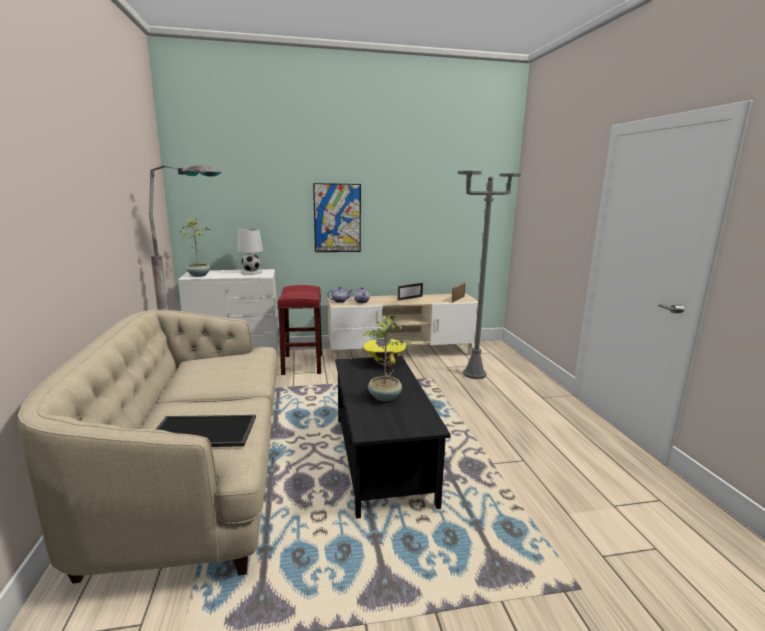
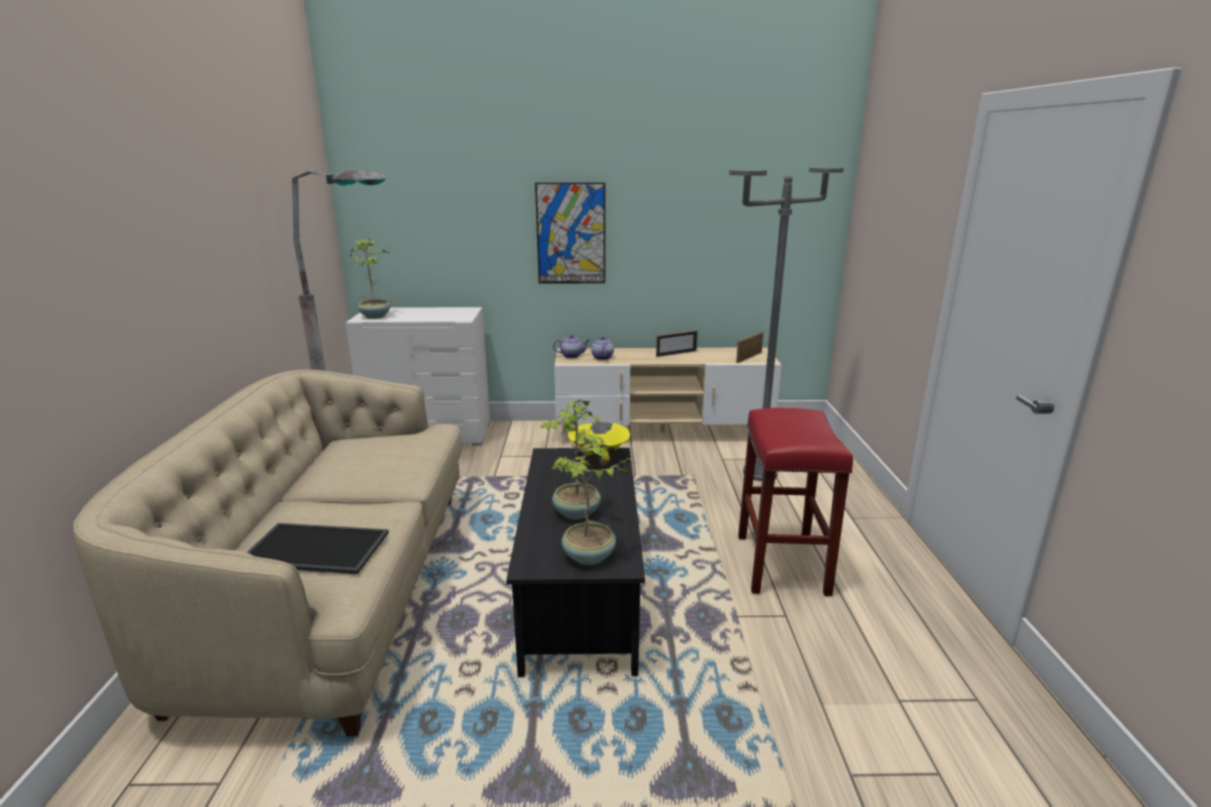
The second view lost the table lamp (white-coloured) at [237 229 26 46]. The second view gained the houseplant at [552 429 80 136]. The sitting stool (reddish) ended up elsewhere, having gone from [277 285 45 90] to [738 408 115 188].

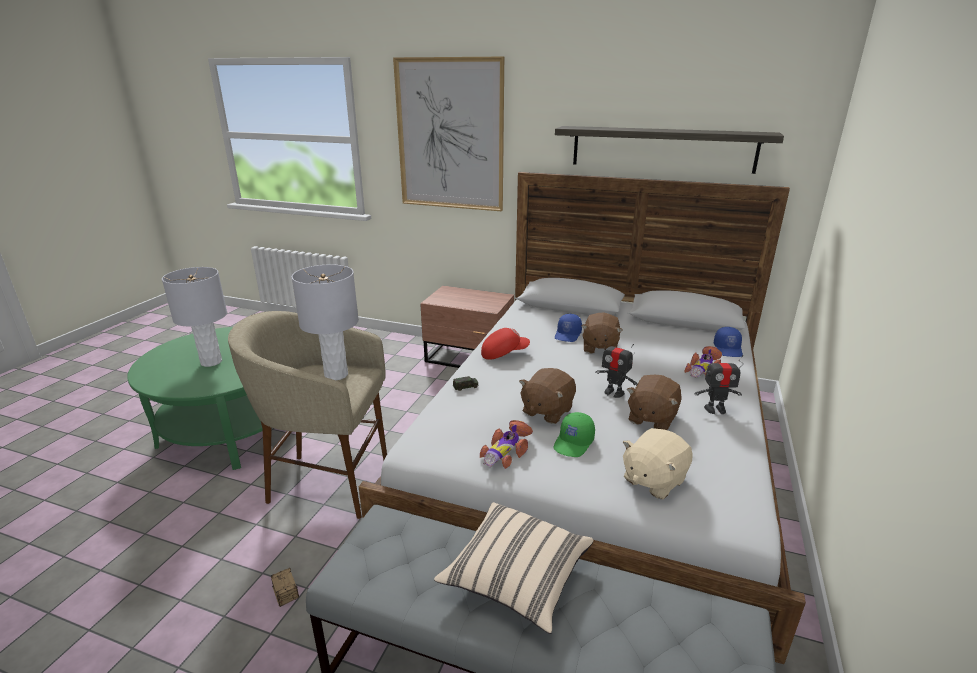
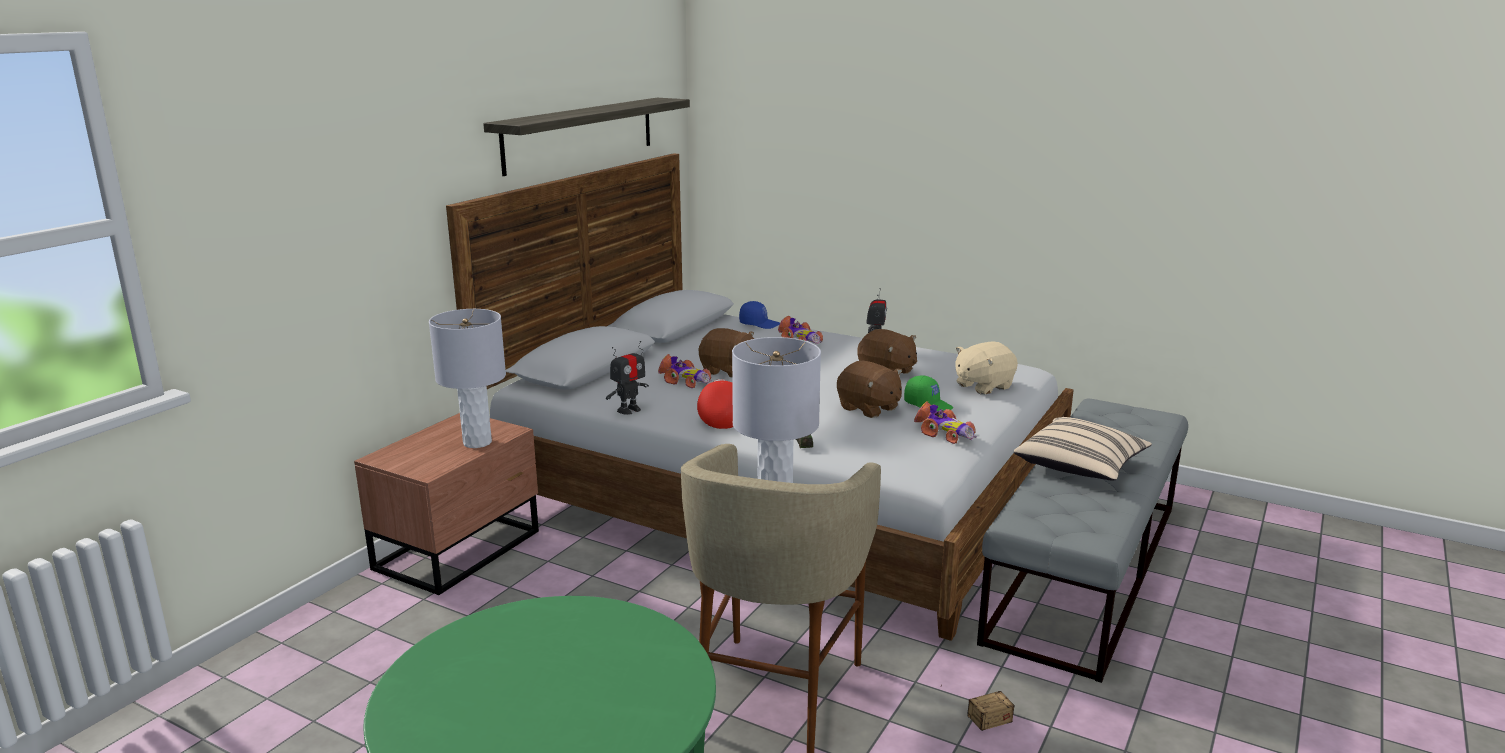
The second view lost the picture at [393 57 111 154]. The table lamp (grey) ended up elsewhere, having gone from [162 267 65 100] to [429 309 77 139]. The toy robot ended up elsewhere, having gone from [596 335 42 63] to [606 341 43 74]. Where the baseball cap (blue) stood at [555 314 27 28], the miniature car came to stand at [658 354 54 34]. The soft toy (sand-coloured) at [623 428 70 71] ended up facing another way, 90 degrees clockwise from before.

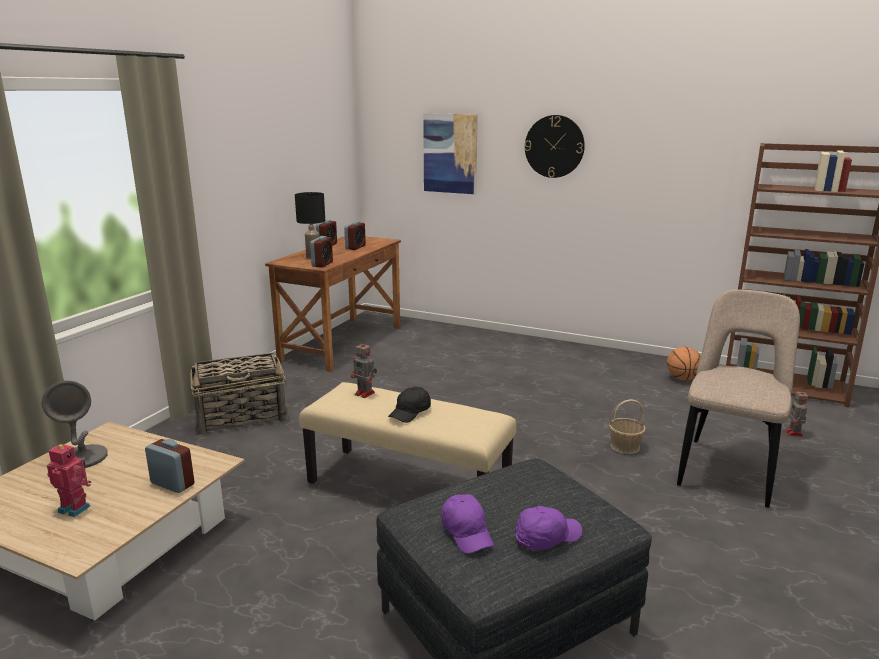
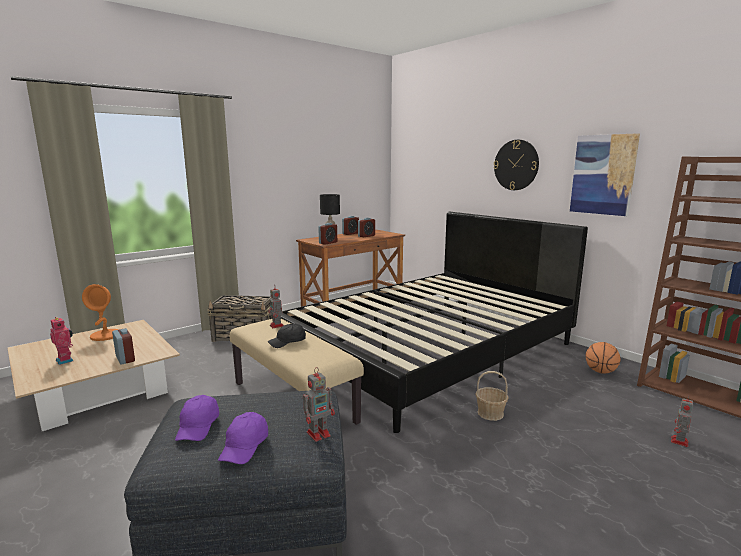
The second view lost the chair (sand-coloured) at [677 289 123 219]. The second view gained the sleeping bed (black-coloured) at [281 212 307 221]. The second view gained the toy robot at [303 367 32 75]. The picture ended up elsewhere, having gone from [423 113 55 81] to [570 133 70 83]. What was the table lamp (grey) at [42 381 66 87] turned into the table lamp (orangey) at [82 284 37 57]. The baseball cap (purplish) at [515 506 67 45] ended up facing another way, 105 degrees clockwise from before.

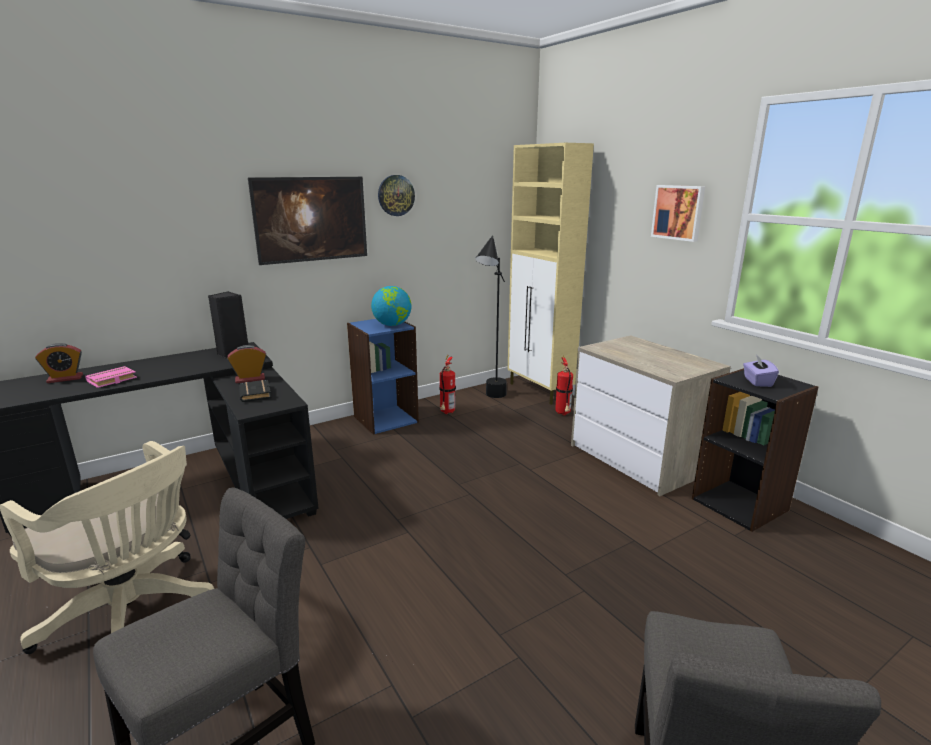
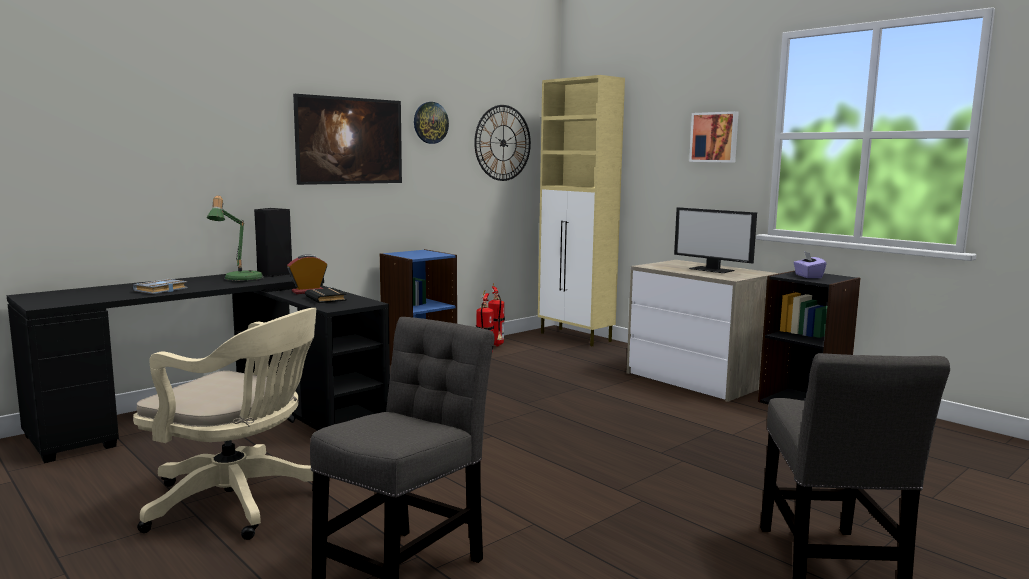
The second view lost the bedside clock at [35 343 48 40]. The second view lost the desk globe at [371 286 41 40]. The second view lost the standing lamp (black-coloured) at [475 236 32 162]. The second view gained the table lamp at [207 195 57 87]. The second view gained the wall clock at [474 105 57 76]. The second view gained the computer screen at [674 207 83 66]. The fire-fighting cylinder ended up elsewhere, having gone from [555 356 18 59] to [488 284 17 62]. What was the volume (pink-coloured) at [86 366 51 22] turned into the volume (grey) at [133 279 55 15].

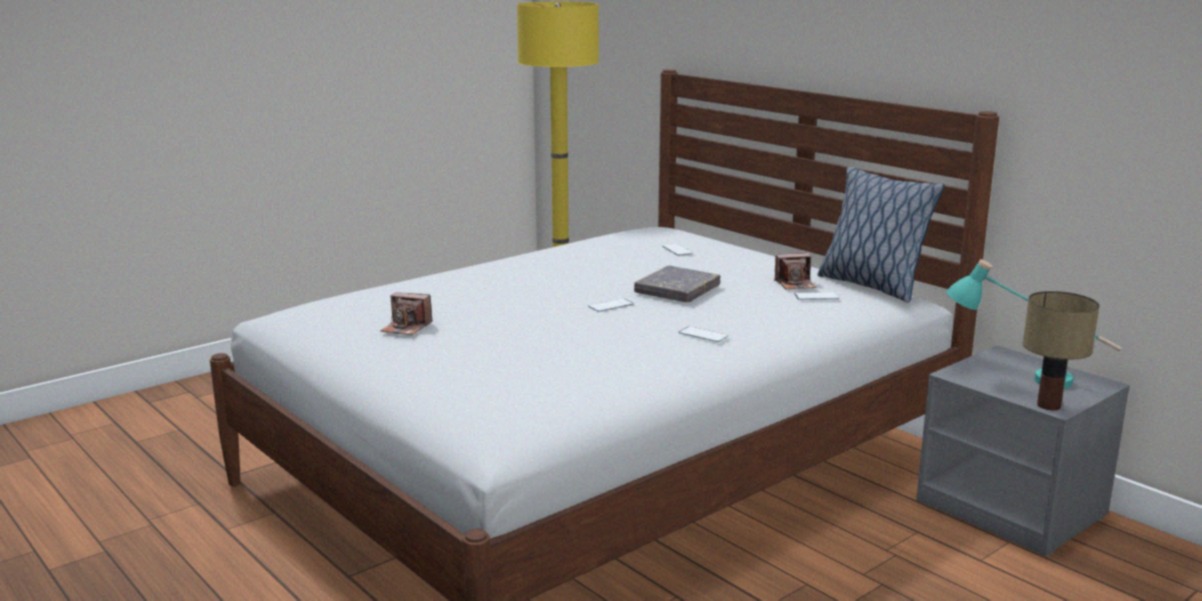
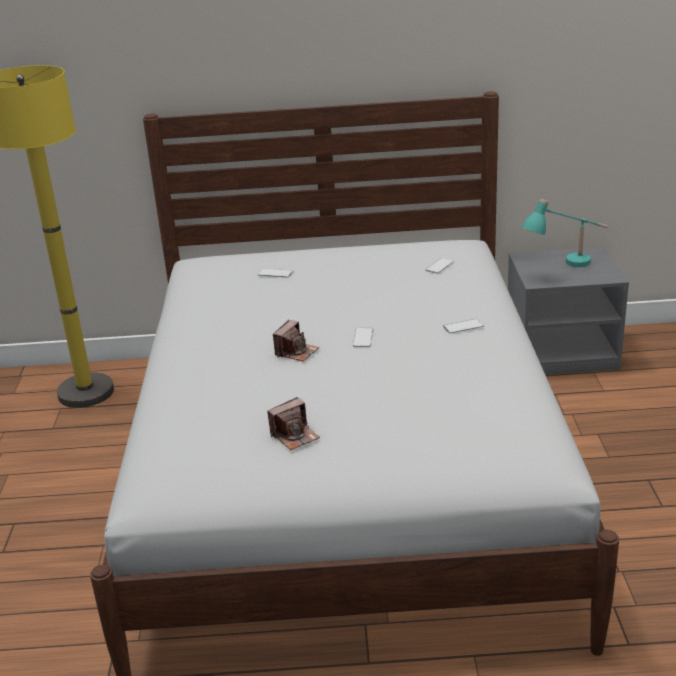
The second view lost the volume (grey) at [634 266 86 36]. The second view lost the cushion at [817 166 128 137]. The second view lost the table lamp at [1023 291 77 119]. The photo camera ended up elsewhere, having gone from [774 253 42 36] to [273 320 46 42].

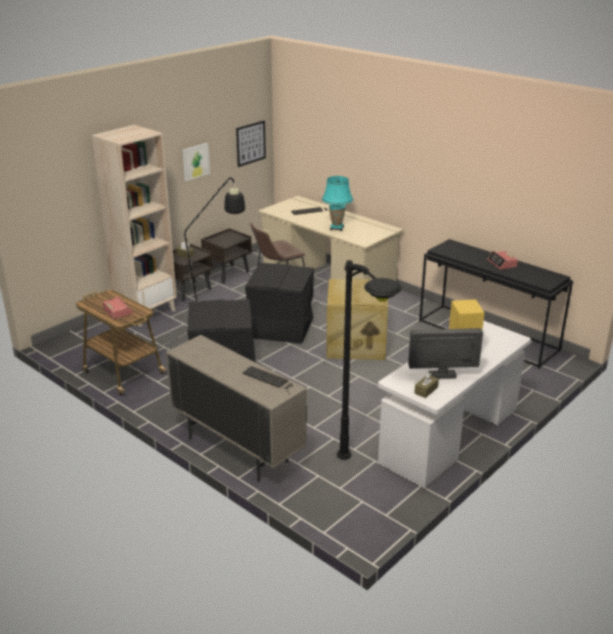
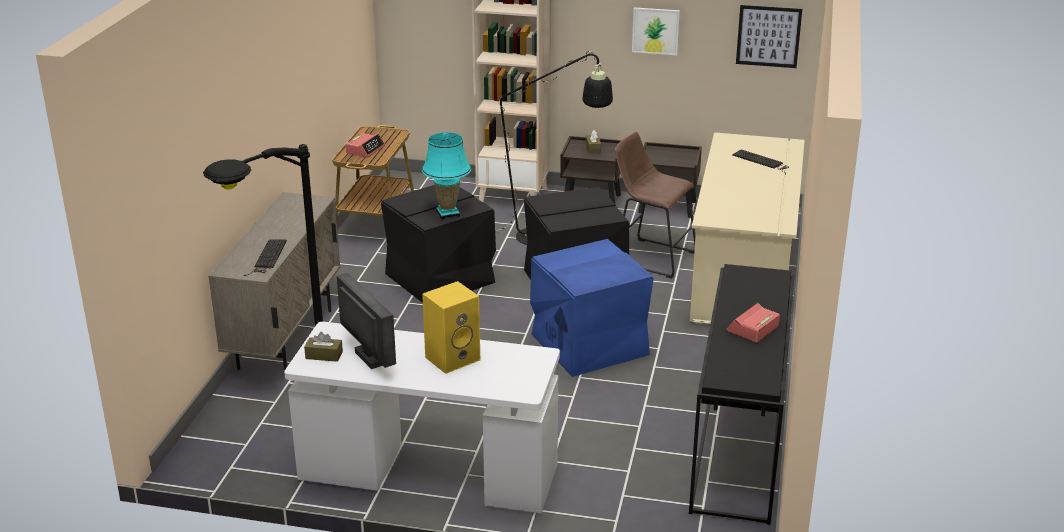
The table lamp (turquoise-coloured) ended up elsewhere, having gone from [322 176 31 55] to [422 132 49 87]. What was the storage container (sand-coloured) at [326 279 62 81] turned into the storage container (blue) at [530 239 124 138].

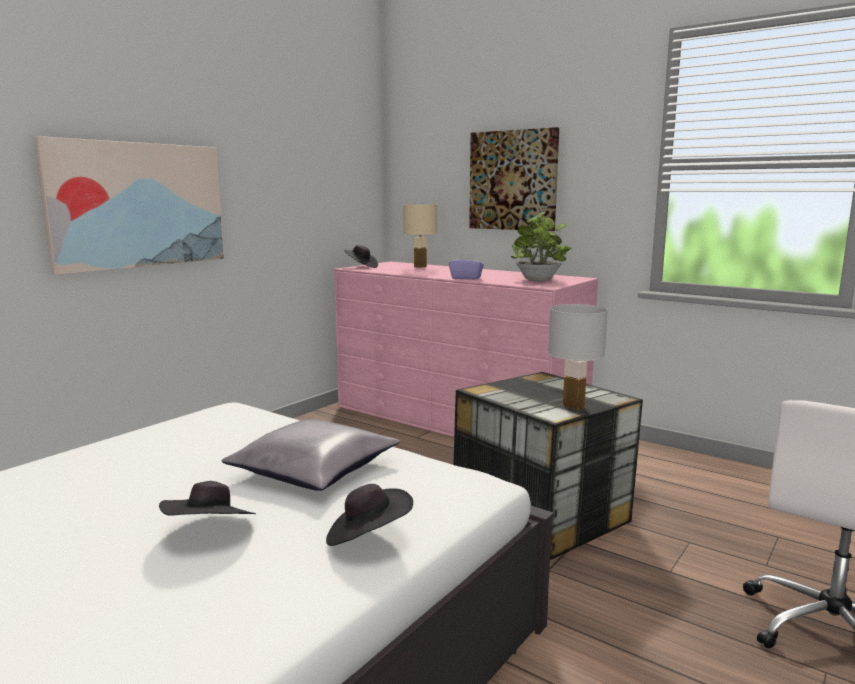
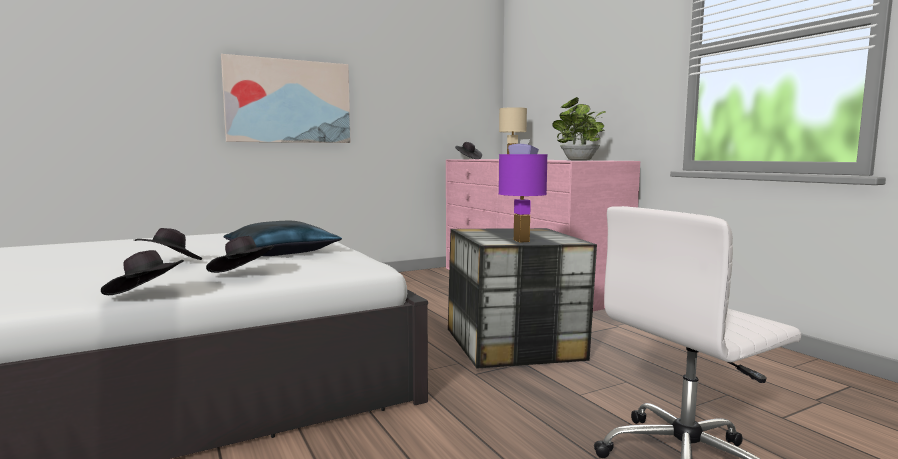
The second view lost the picture at [469 127 90 104]. The second view gained the hat (black-coloured) at [101 250 83 45]. What was the cushion (grey) at [221 419 179 72] turned into the cushion (blue) at [224 221 118 35]. What was the table lamp (white-coloured) at [548 304 60 106] turned into the table lamp (purplish) at [499 154 49 89].

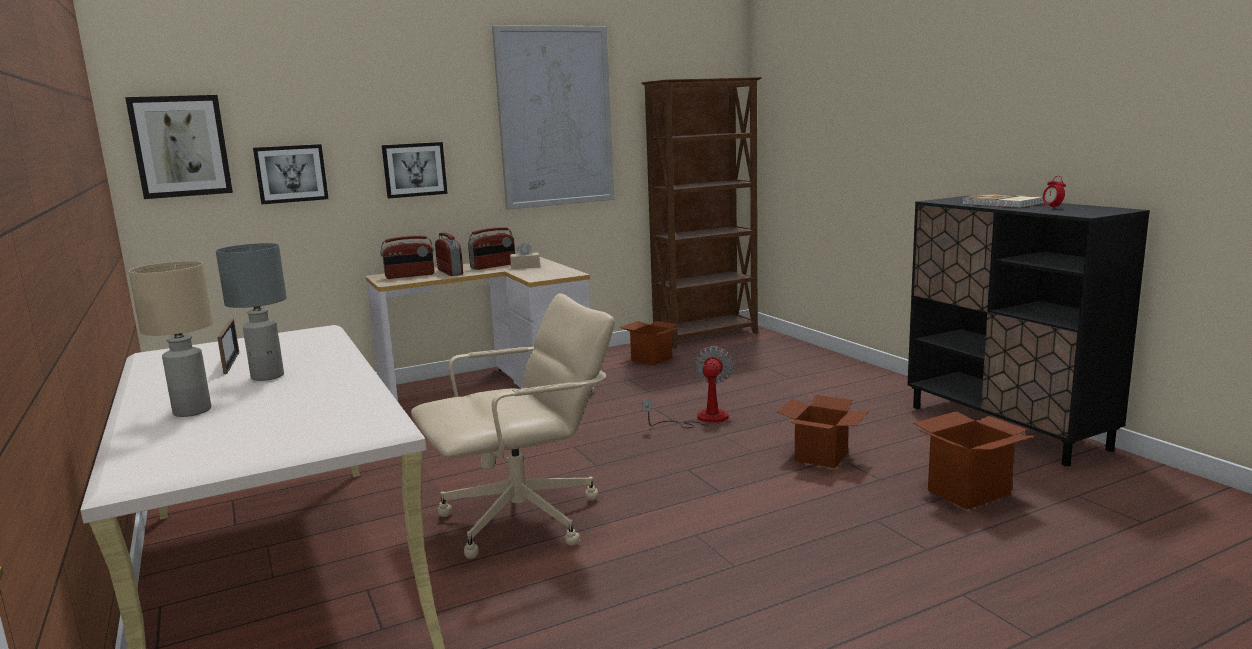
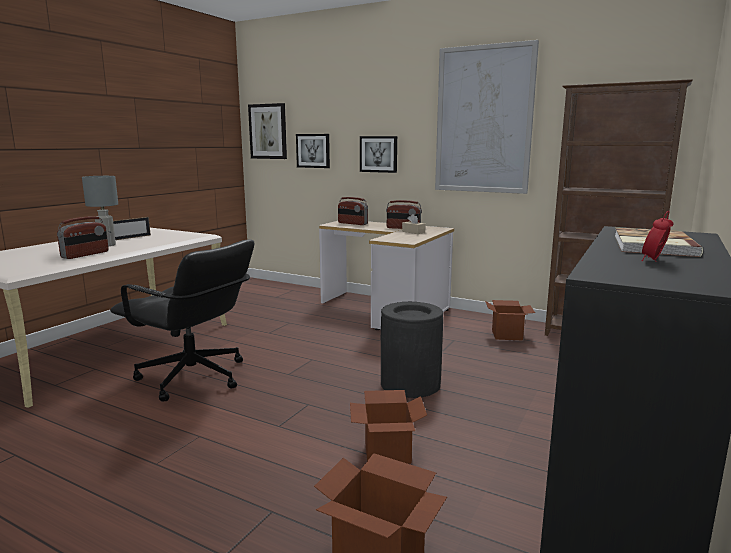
The second view lost the table lamp (sand-coloured) at [128 261 85 156]. The radio ended up elsewhere, having gone from [435 233 28 43] to [57 216 52 43]. Where the cooling fan stood at [642 346 92 82], the waste bin (black-coloured) came to stand at [381 302 62 96]. What was the desk chair (sand-coloured) at [411 293 204 266] turned into the desk chair (black-coloured) at [110 240 144 162].

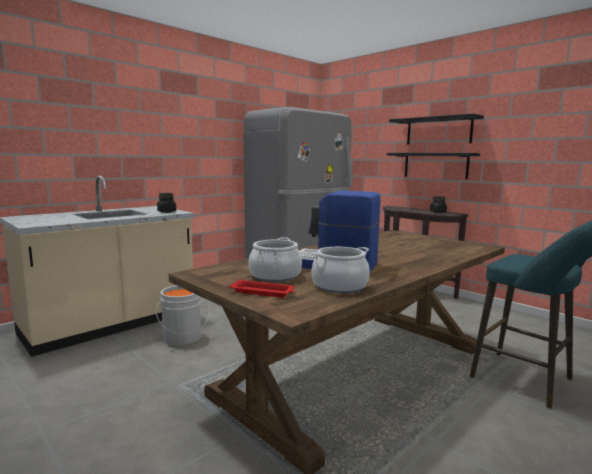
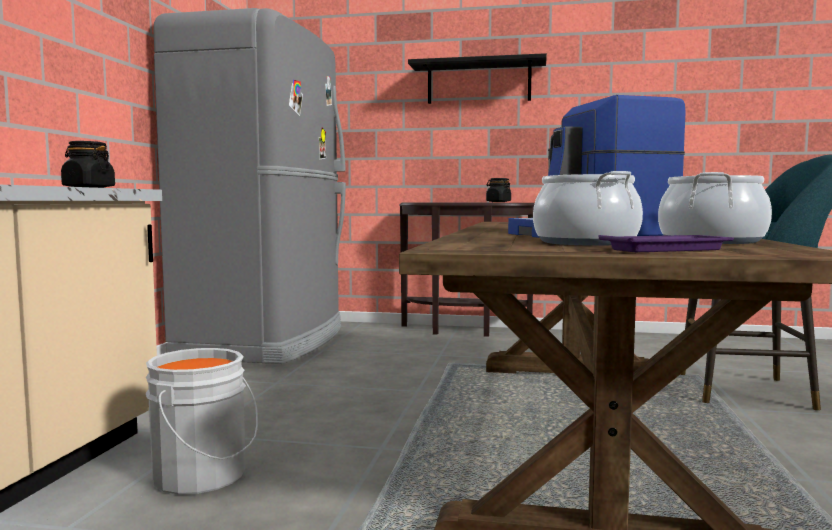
The second view lost the wall shelf (black-coloured) at [387 153 93 26]. What was the serving tray (reddish) at [229 279 65 19] turned into the serving tray (purplish) at [599 235 135 17].

